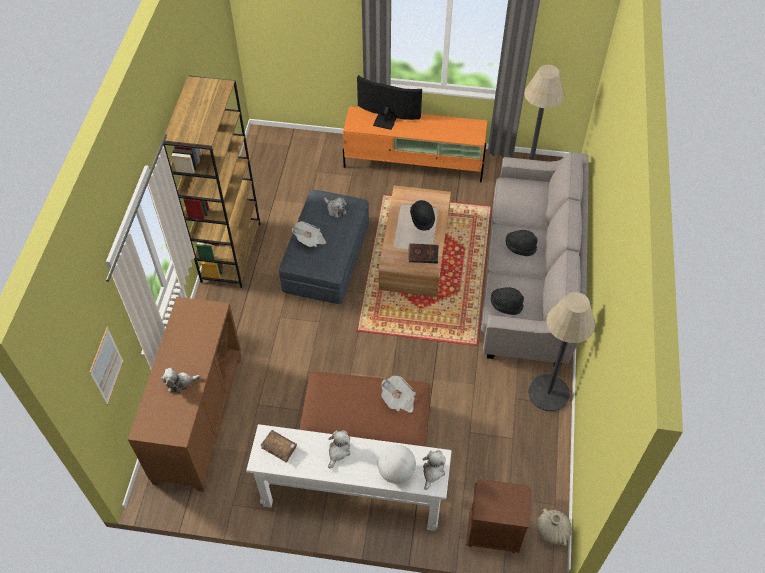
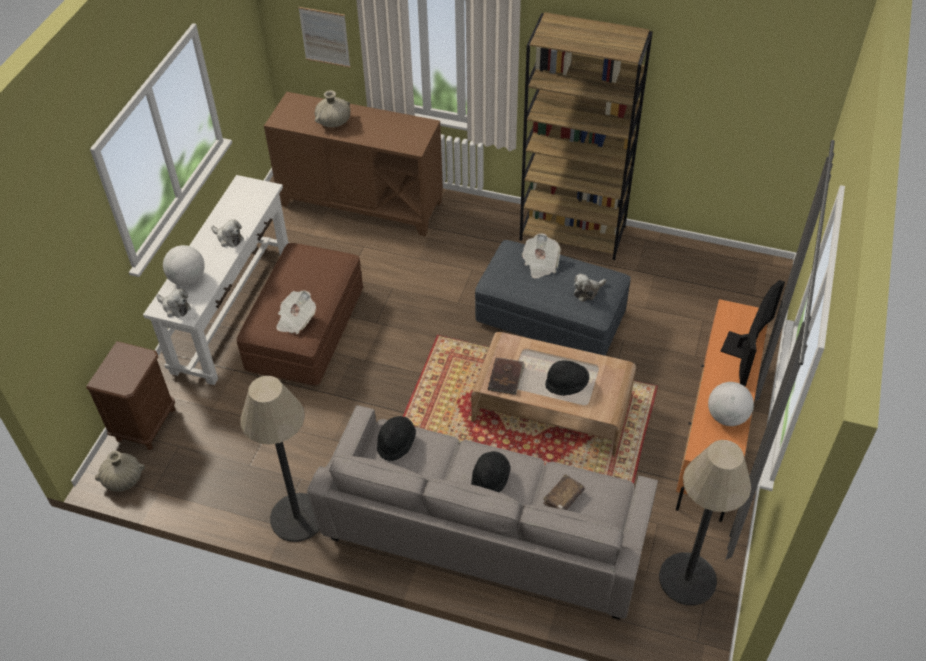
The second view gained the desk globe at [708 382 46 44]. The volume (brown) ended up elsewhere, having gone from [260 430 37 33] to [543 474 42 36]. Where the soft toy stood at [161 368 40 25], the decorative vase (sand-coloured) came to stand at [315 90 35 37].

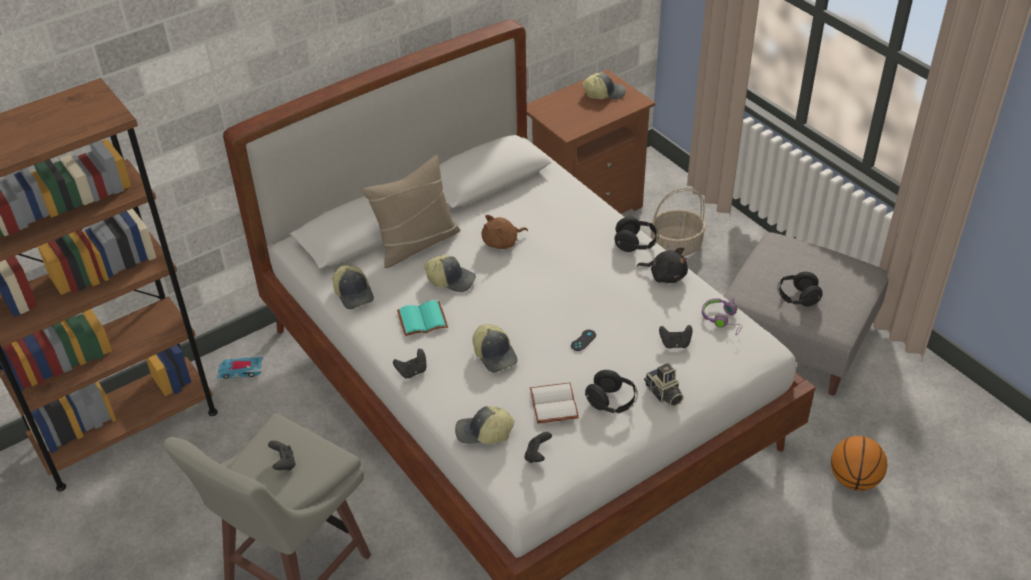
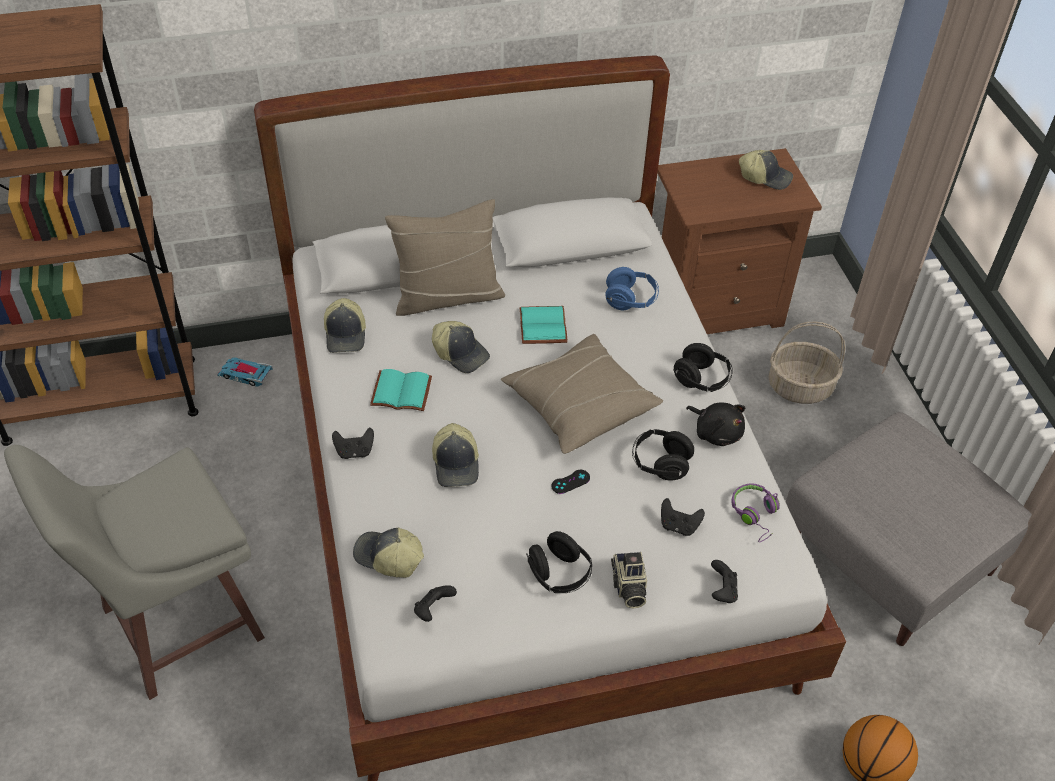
The second view lost the volume (white-coloured) at [530 383 49 40]. The second view gained the cushion (sand-coloured) at [501 334 162 120]. The second view gained the headset (blue) at [605 267 54 43]. The joypad (black-coloured) ended up elsewhere, having gone from [268 441 28 29] to [711 560 27 43]. The headset (black-coloured) ended up elsewhere, having gone from [777 272 46 35] to [632 429 62 51]. Where the soft toy (brown) stood at [482 215 46 34], the volume (turquoise-coloured) came to stand at [519 306 49 38].

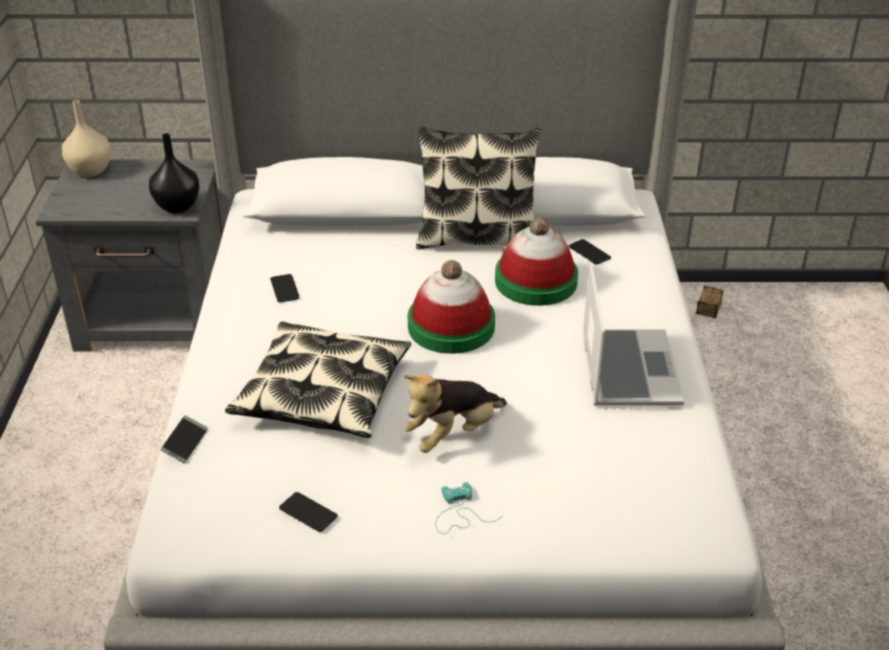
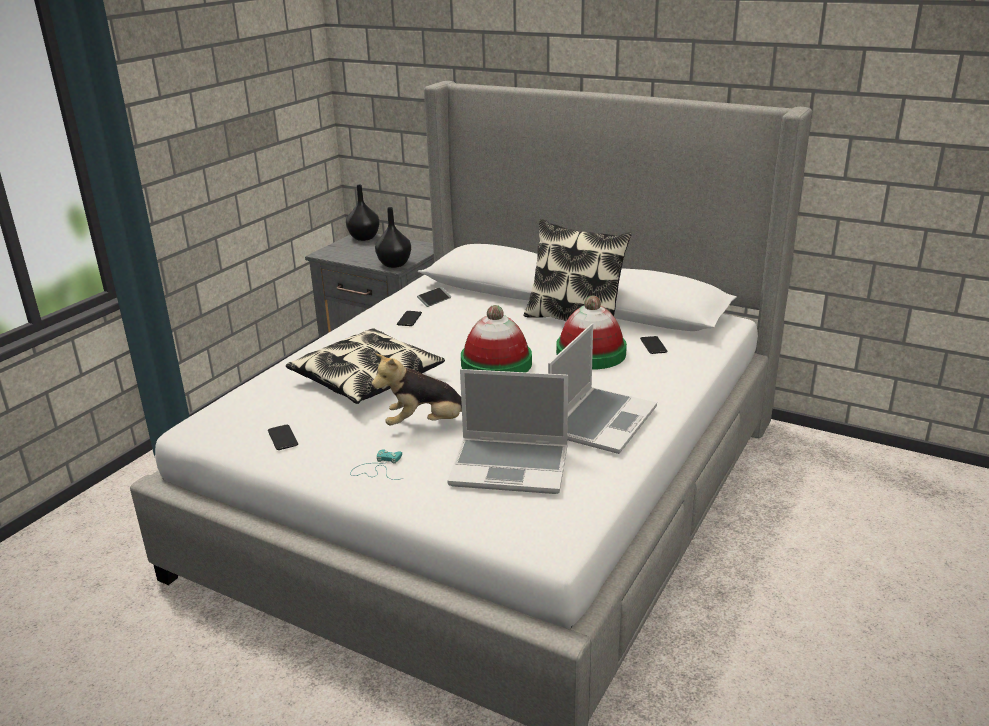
The second view lost the storage container at [696 286 27 32]. The second view gained the notebook computer at [447 369 121 125]. The telephone ended up elsewhere, having gone from [161 415 47 48] to [417 287 34 20]. What was the decorative vase (sand-coloured) at [62 100 49 77] turned into the decorative vase (black-coloured) at [346 185 34 56].

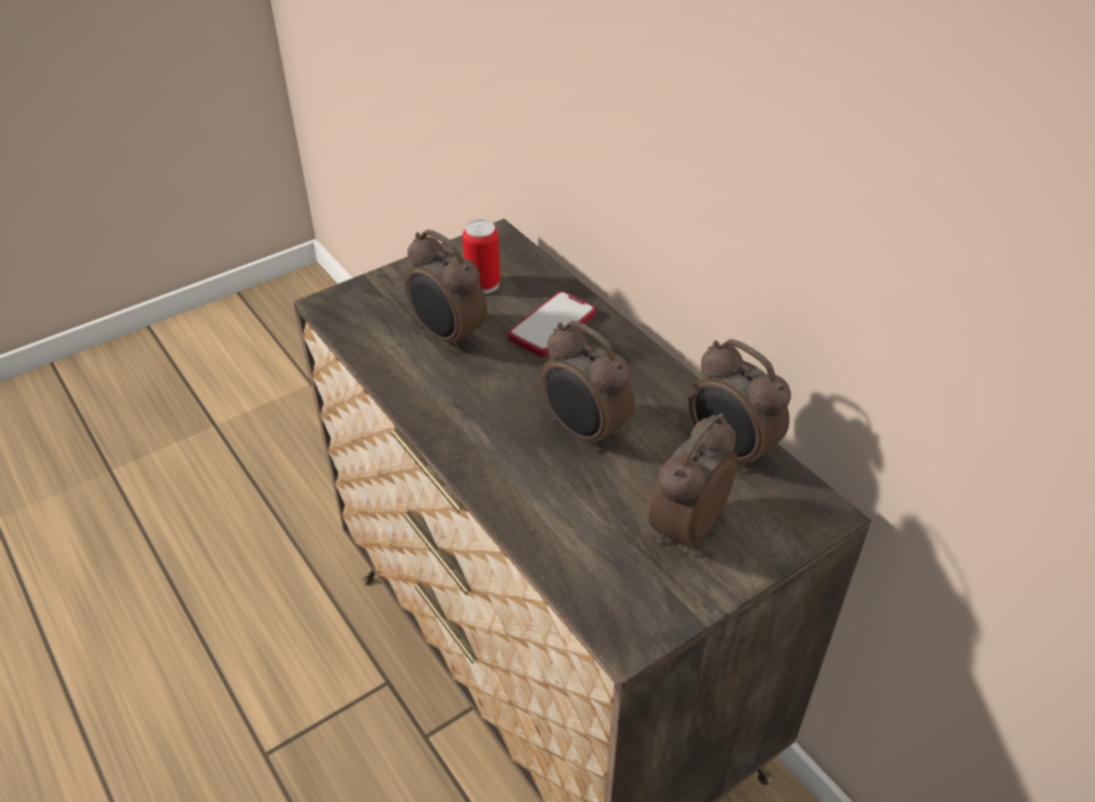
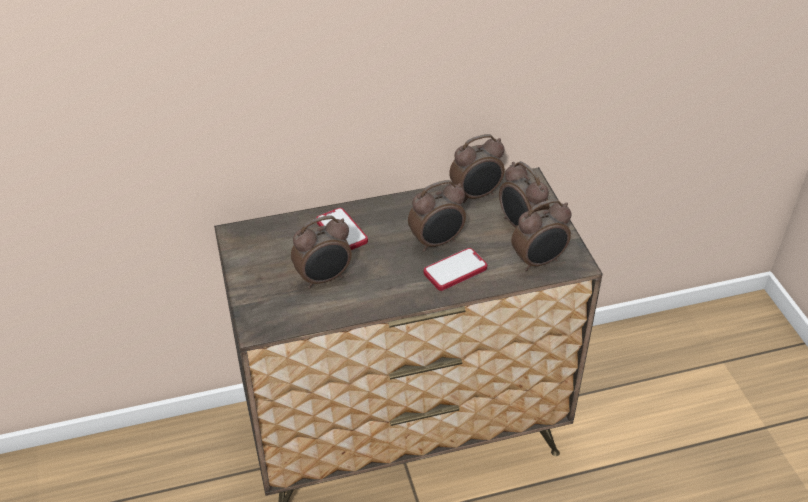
The second view lost the can at [462 219 38 75]. The second view gained the telephone at [424 248 63 43]. The second view gained the bedside clock at [511 199 61 72].

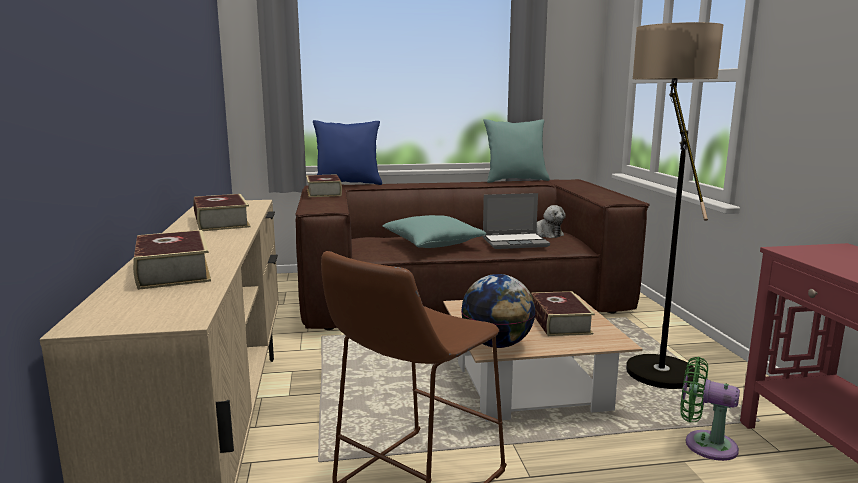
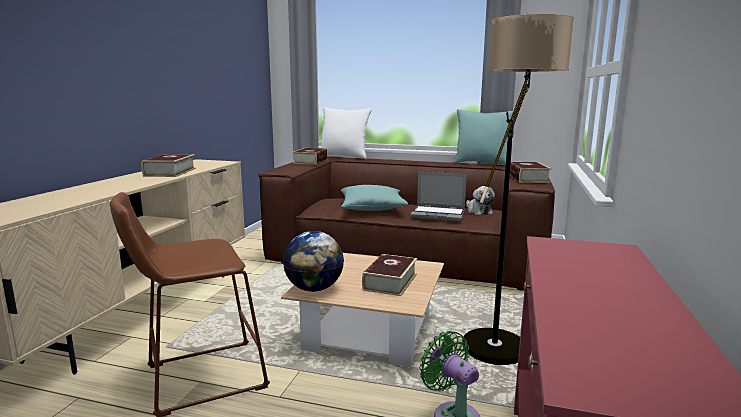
The volume ended up elsewhere, having gone from [133 230 78 60] to [510 162 41 21]. What was the cushion (blue) at [313 120 69 65] turned into the cushion (white-coloured) at [321 107 51 52].

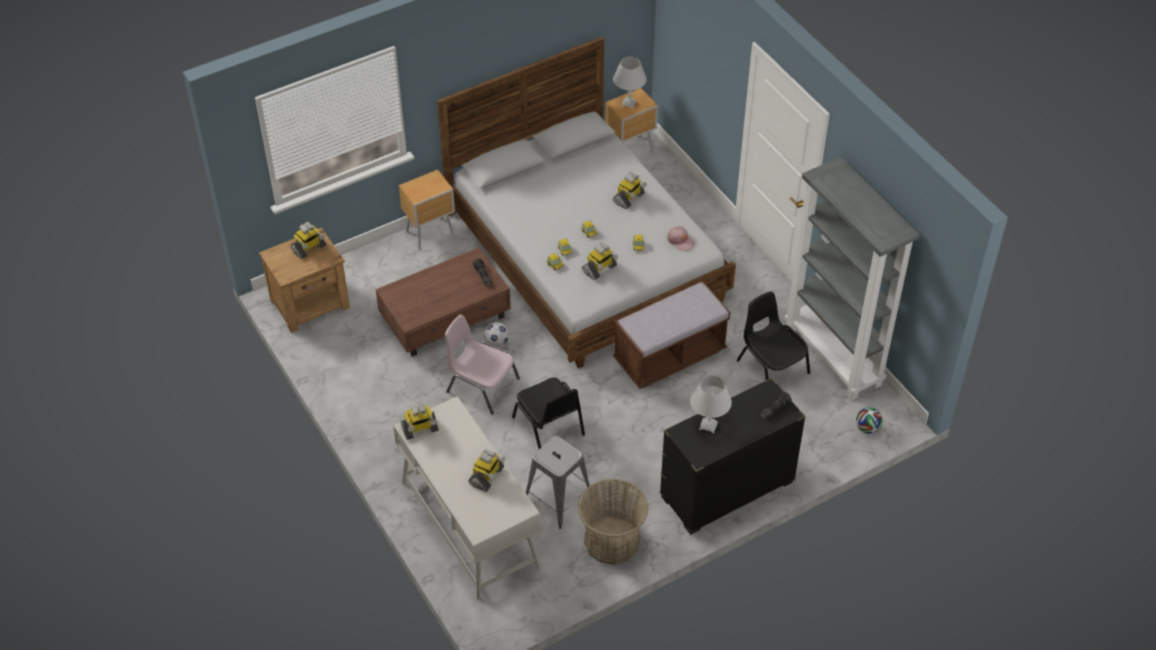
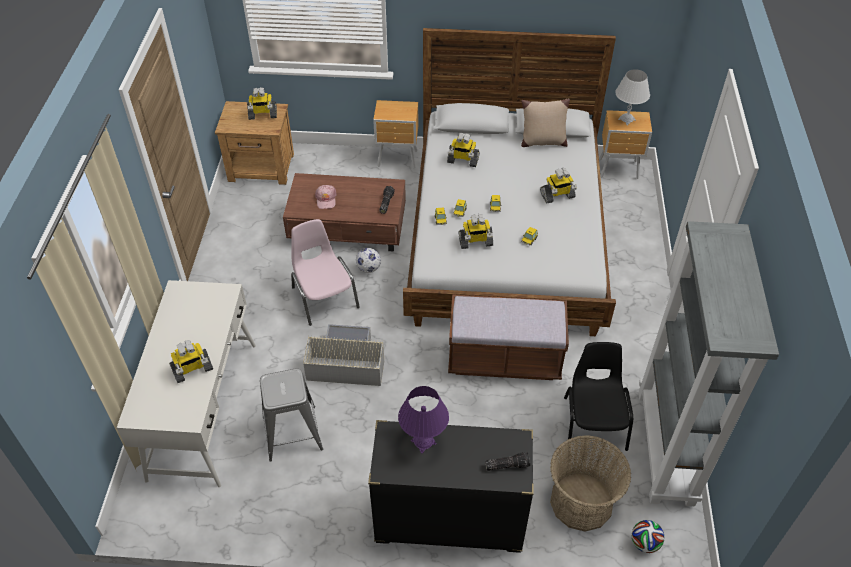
The second view gained the cushion (sand-coloured) at [521 98 49 49]. The toy robot ended up elsewhere, having gone from [400 403 39 37] to [447 133 33 34]. The basket ended up elsewhere, having gone from [578 479 71 86] to [550 435 81 97]. The baseball cap (pink-coloured) ended up elsewhere, having gone from [667 226 27 25] to [315 185 22 24]. Where the chair (black-coloured) stood at [512 377 73 72], the storage container (grey) came to stand at [303 324 81 62]. What was the table lamp (white-coloured) at [690 376 42 57] turned into the table lamp (purplish) at [398 386 51 67].

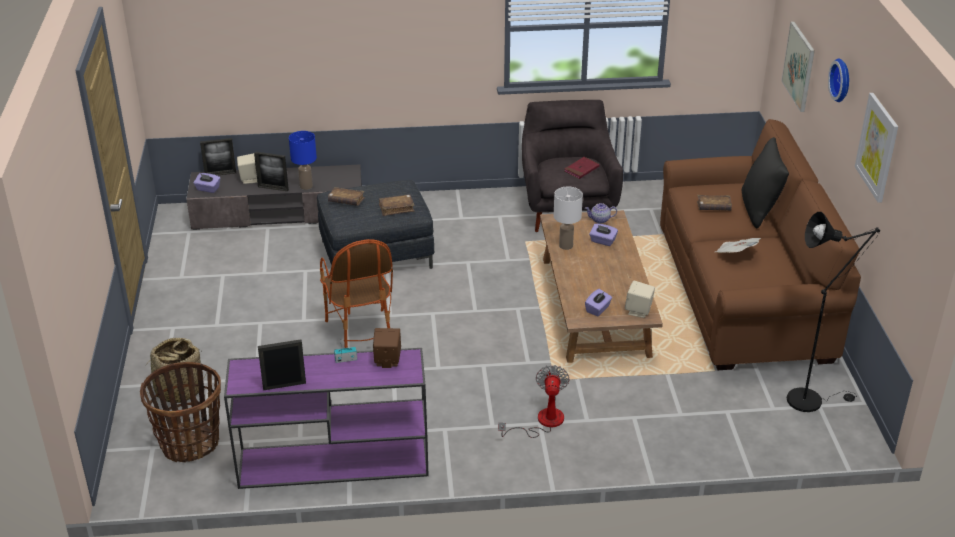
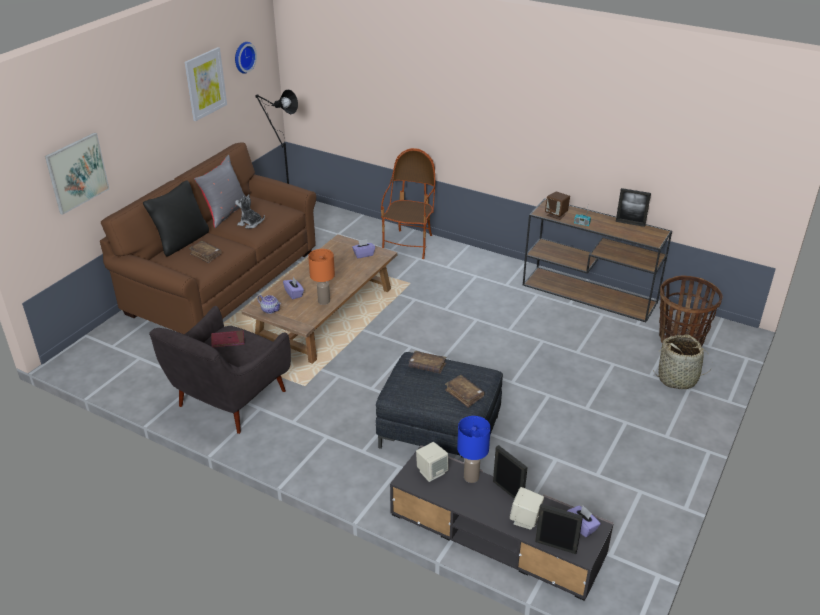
The second view lost the cooling fan at [498 365 72 73]. The second view gained the cushion (grey) at [194 155 52 73]. The easy chair ended up elsewhere, having gone from [320 239 73 109] to [381 148 54 111]. The loudspeaker (sand-coloured) ended up elsewhere, having gone from [625 281 30 37] to [416 442 33 40]. The wall clock ended up elsewhere, having gone from [828 58 21 44] to [235 42 22 32]. Where the printed paper stood at [715 238 46 15], the soft toy came to stand at [235 194 30 35]. What was the narrow table (purplish) at [224 348 204 141] turned into the narrow table (brown) at [523 198 149 124]. What was the table lamp (white-coloured) at [554 187 29 63] turned into the table lamp (orangey) at [308 249 27 56].

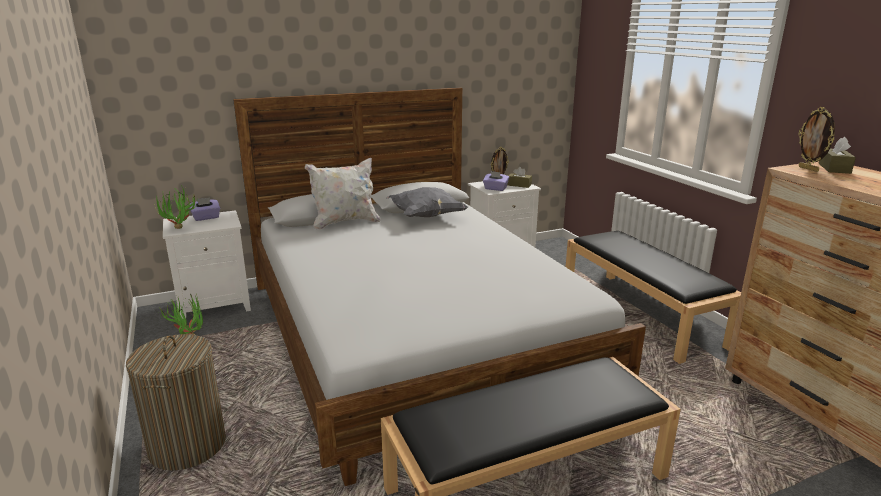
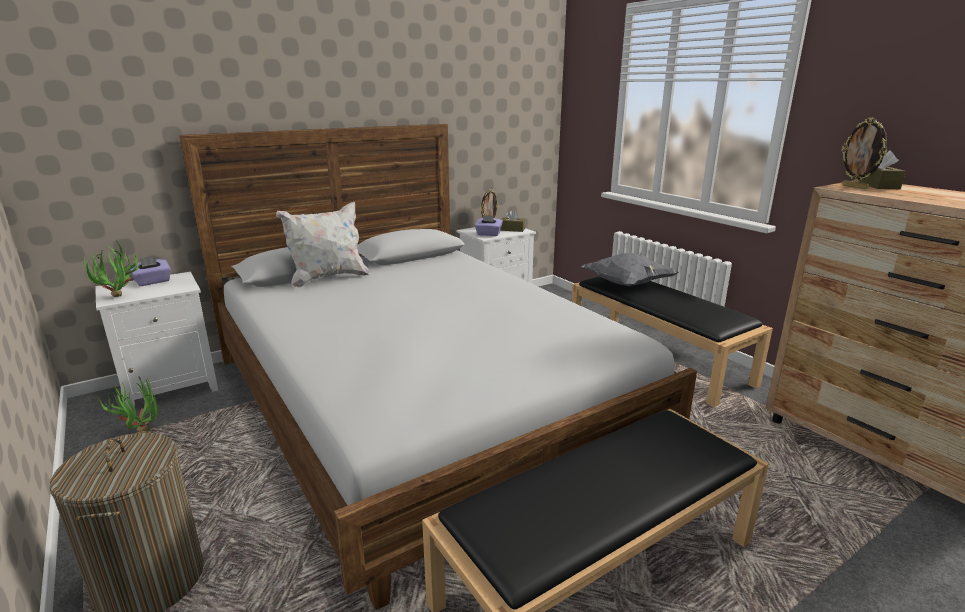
The cushion (grey) ended up elsewhere, having gone from [386 187 82 30] to [581 253 98 33].

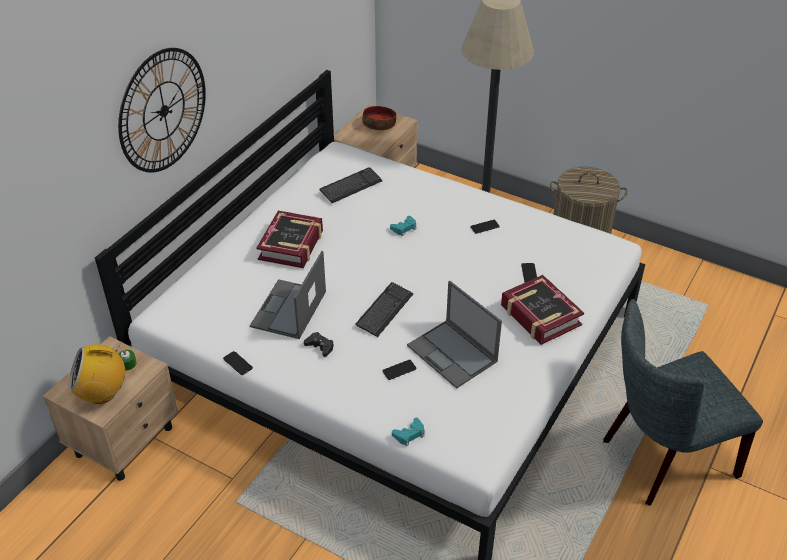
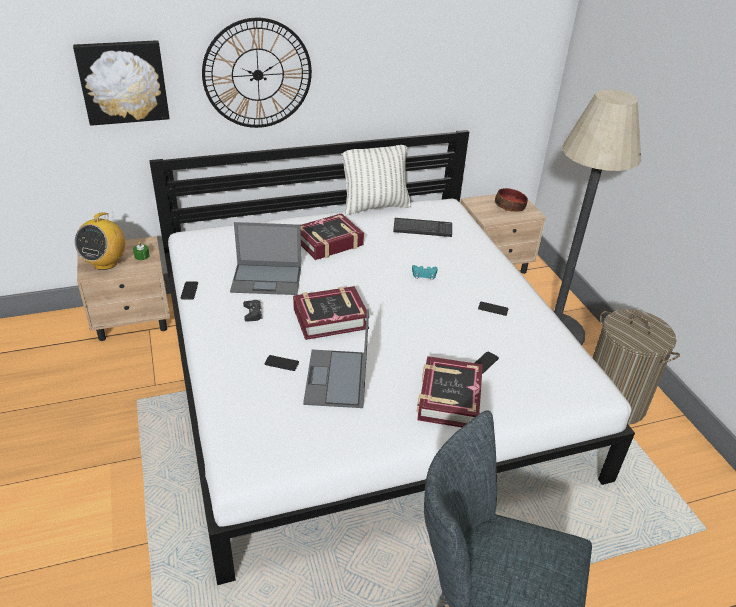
The second view lost the joypad (turquoise-coloured) at [392 418 33 28]. The second view gained the picture at [73 40 97 86]. The second view gained the cushion at [341 145 70 70]. Where the keyboard stood at [356 282 57 55], the volume came to stand at [293 286 77 54]. The radio at [69 341 56 63] ended up facing another way, 105 degrees counterclockwise from before. The notebook computer at [250 251 76 88] ended up facing another way, 150 degrees counterclockwise from before.

